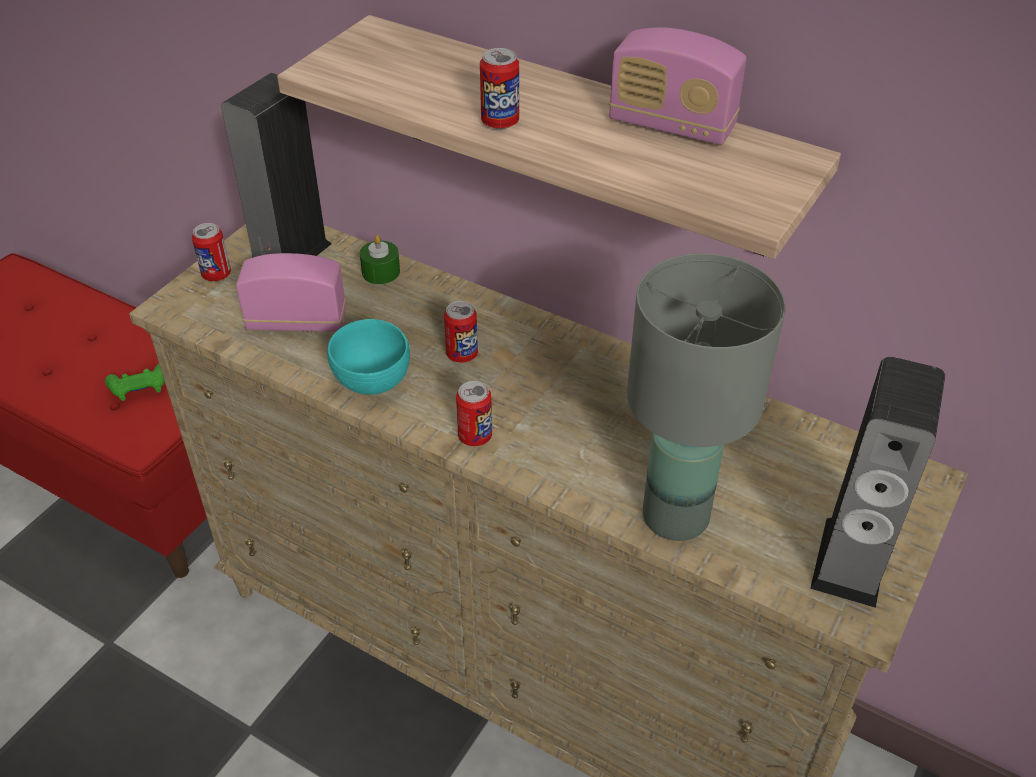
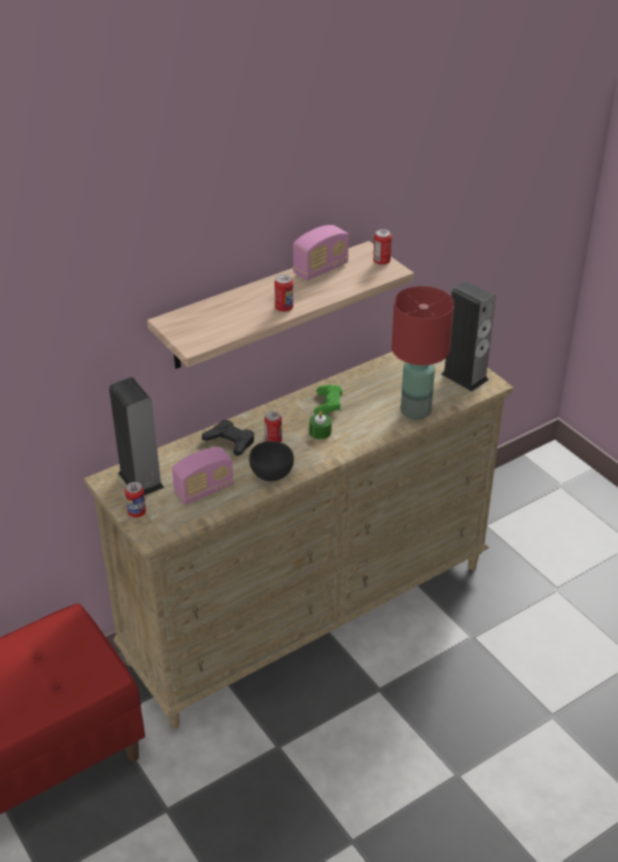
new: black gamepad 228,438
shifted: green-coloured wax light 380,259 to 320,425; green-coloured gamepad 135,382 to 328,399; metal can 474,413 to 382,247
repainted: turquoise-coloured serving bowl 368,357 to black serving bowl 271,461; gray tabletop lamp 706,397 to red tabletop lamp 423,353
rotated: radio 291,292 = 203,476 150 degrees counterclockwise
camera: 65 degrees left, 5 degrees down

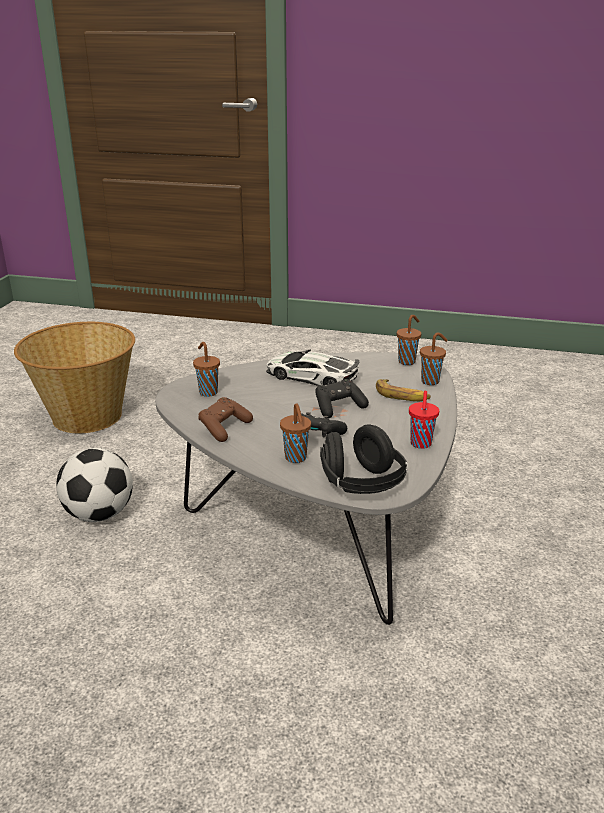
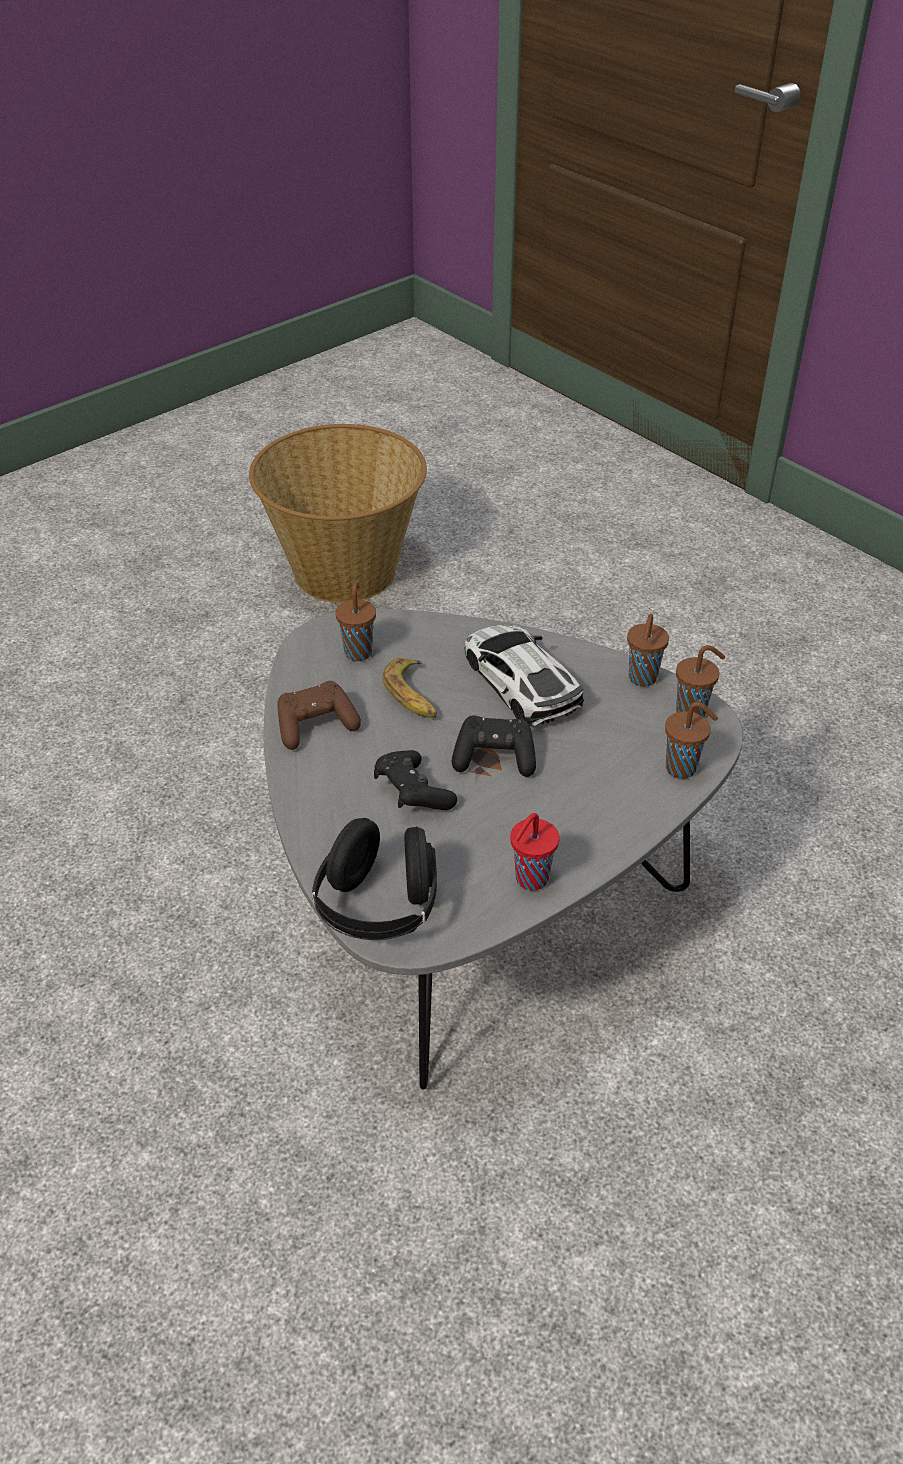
gone: football 95,485
shifted: banana 403,390 to 410,688; brown cup 295,433 to 648,650
camera: 35 degrees right, 15 degrees up

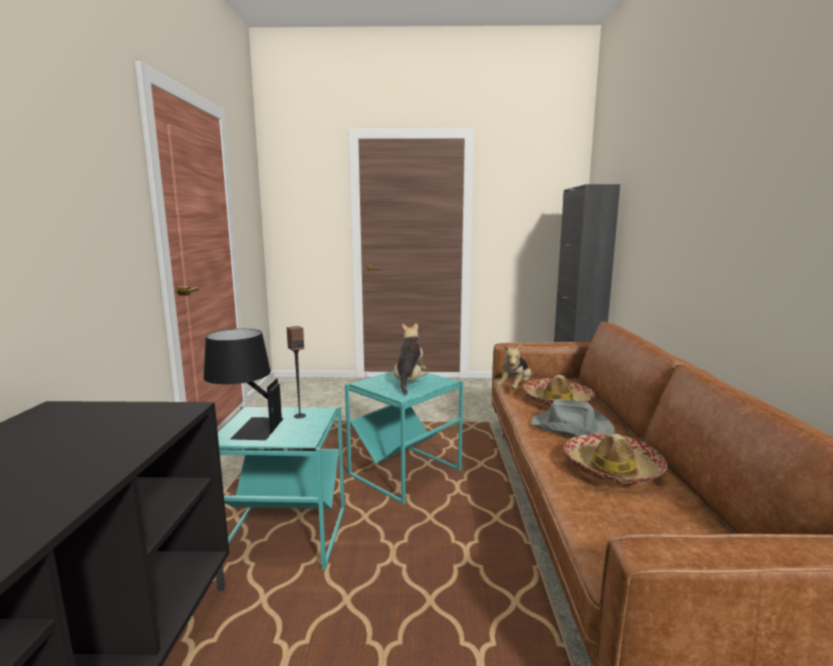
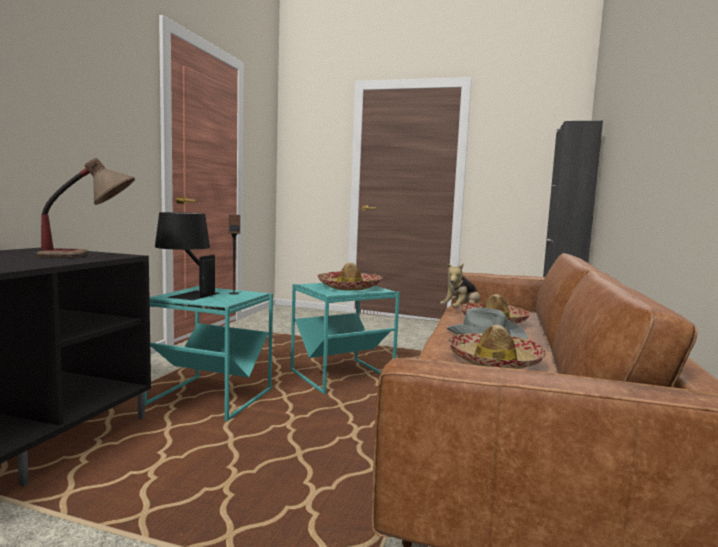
new: tabletop lamp 85,208
swapped: soft toy 410,359 to wearable hat 350,276
camera: 15 degrees right, 5 degrees down

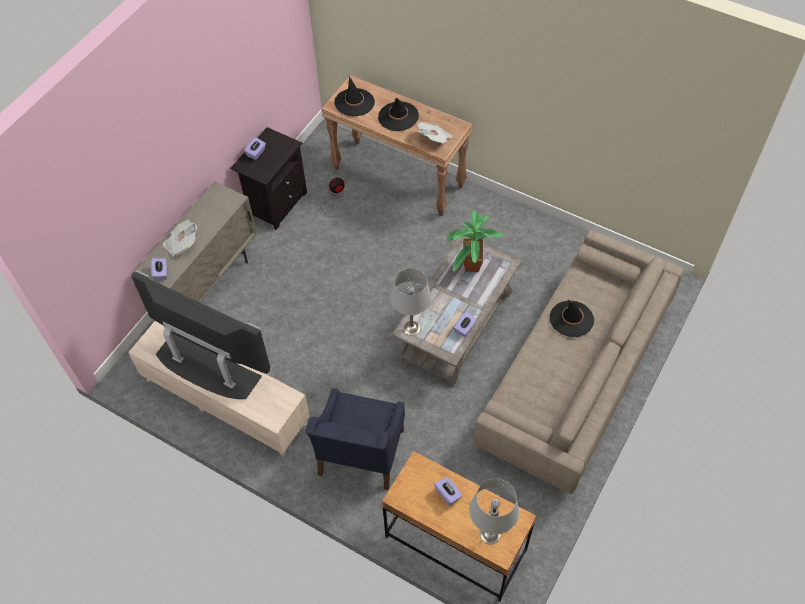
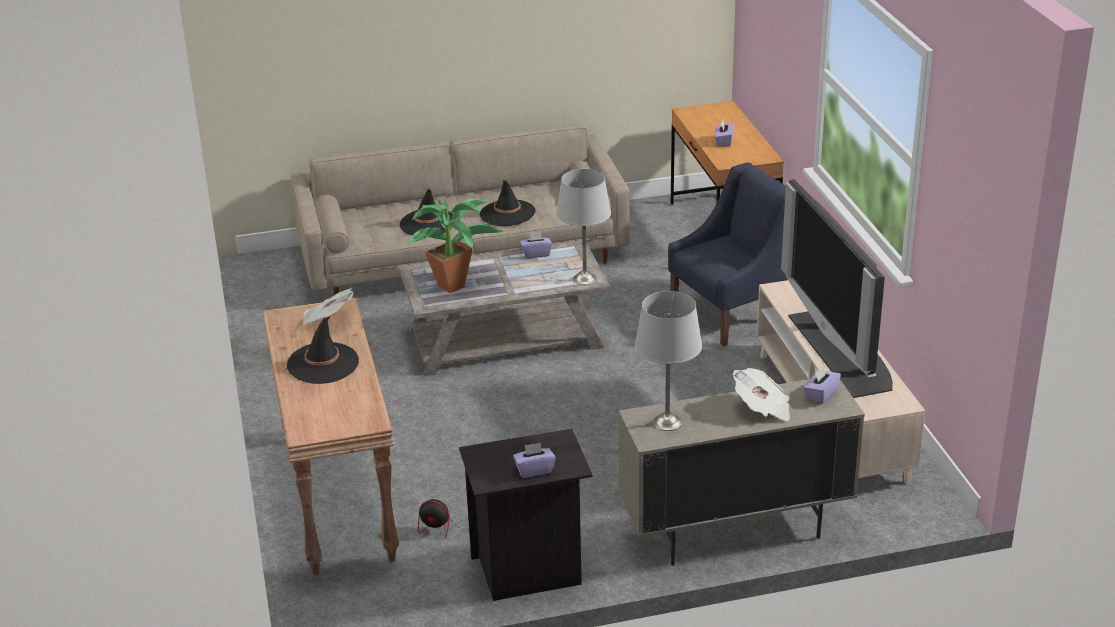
shifted: black wearable hat 354,95 to 507,203; gray tabletop lamp 494,511 to 668,361
camera: 135 degrees left, 25 degrees down

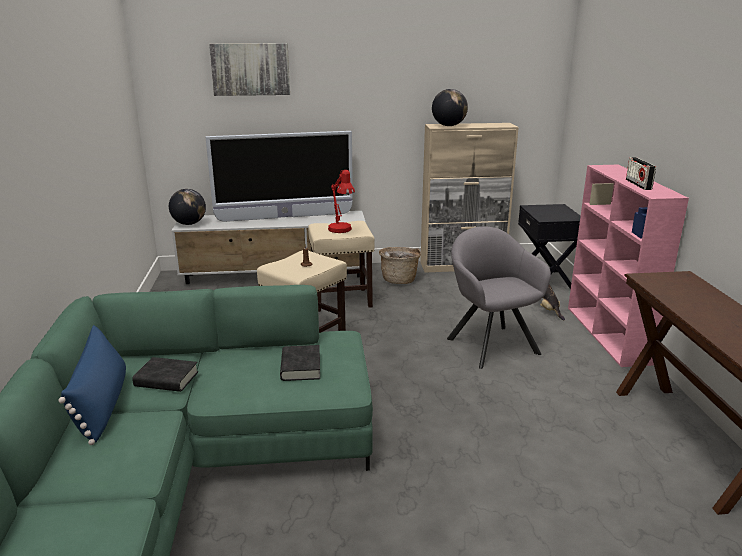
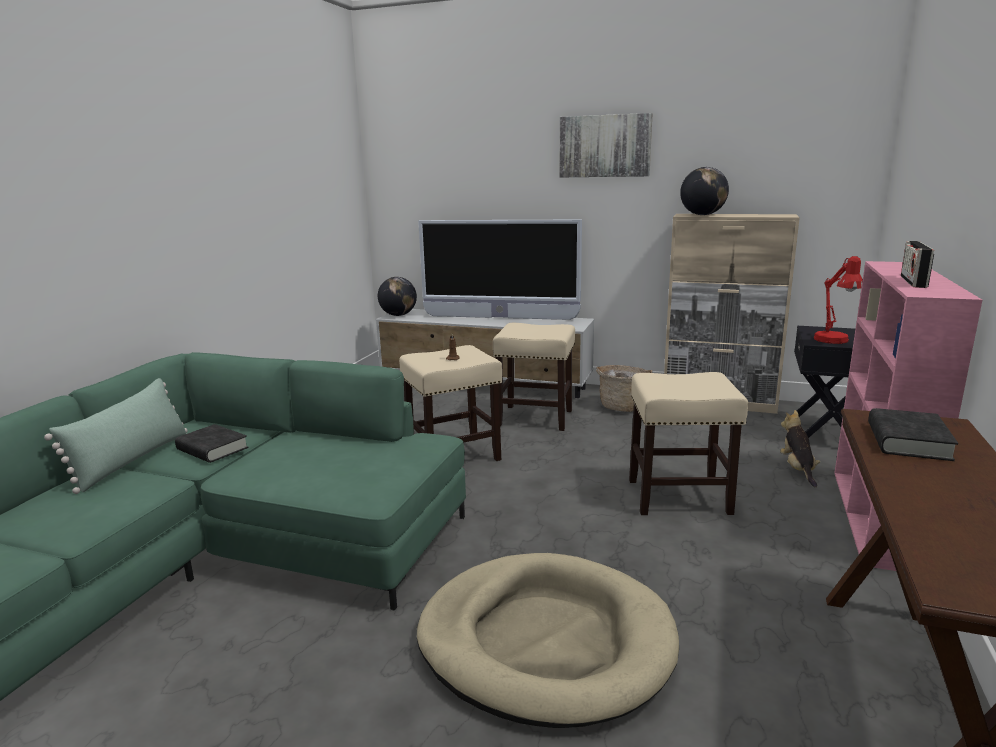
new: sand-coloured dog cushion 548,640
shifted: picture 249,69 to 605,145; red tabletop lamp 341,201 to 838,300; black book 300,363 to 913,434
swapped: gray lounge chair 499,297 to sand-coloured stool 688,443
repainted: blue cushion 92,385 to green-coloured cushion 116,436
camera: 25 degrees right, 5 degrees down

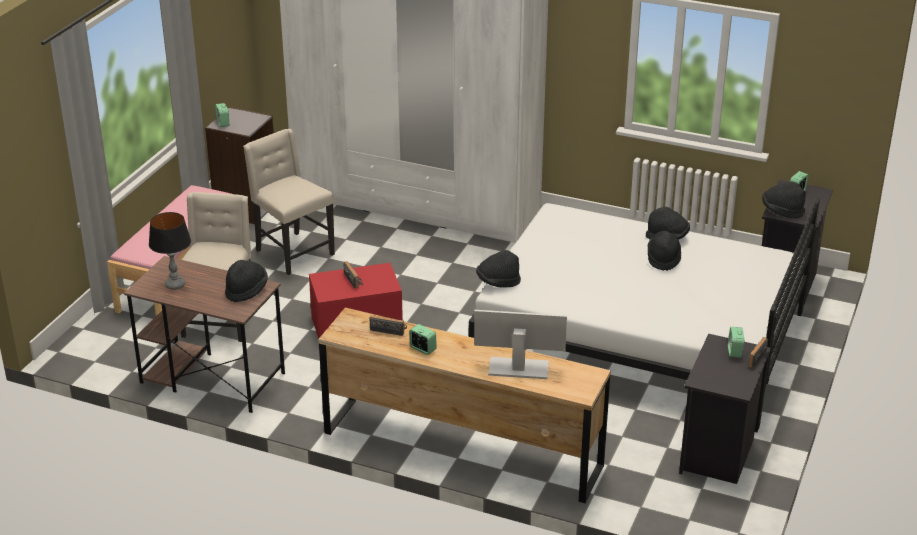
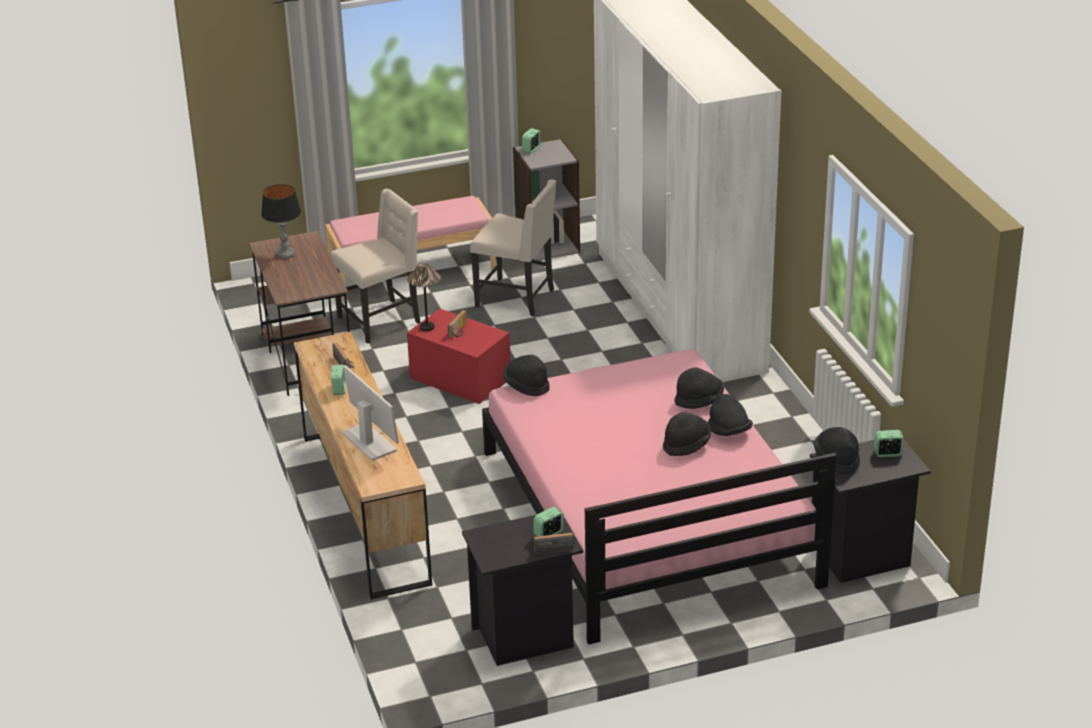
new: tabletop lamp 424,297
shifted: black wearable hat 246,281 to 699,388
repainted: whitish bed 644,314 to pink bed 659,497
rotated: sand-coloured plain chair 289,202 = 513,248 105 degrees clockwise
camera: 50 degrees right, 0 degrees up

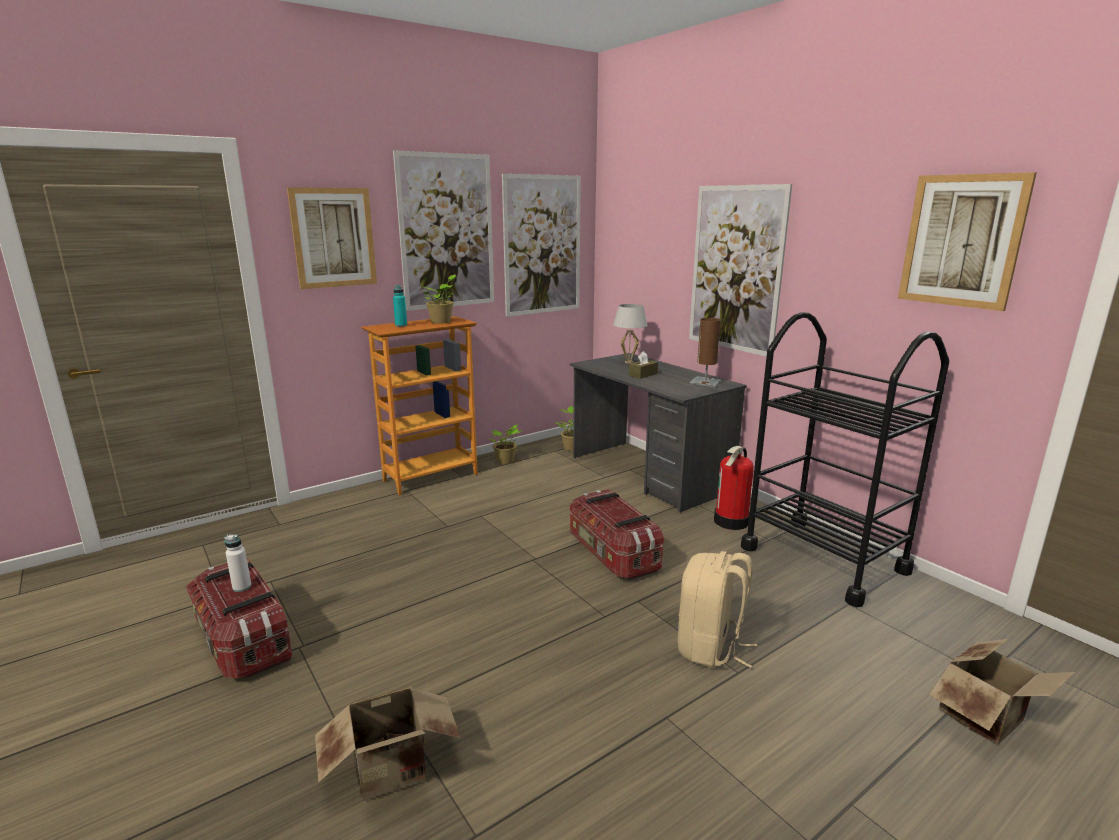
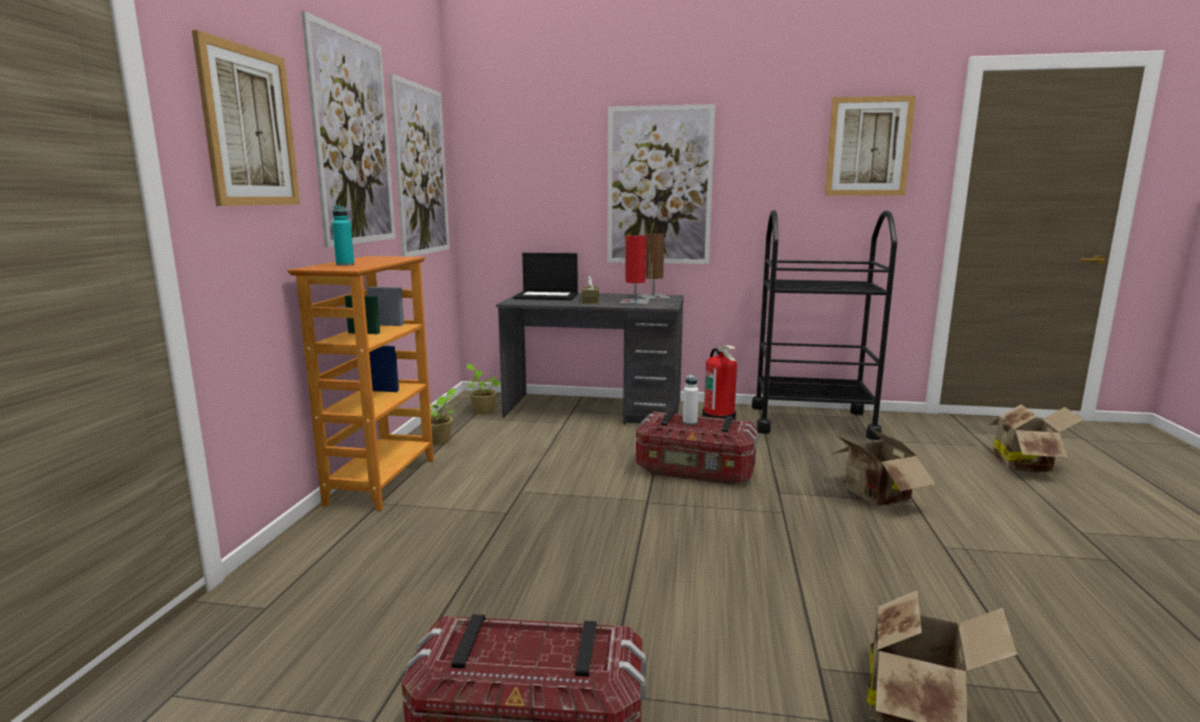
gone: houseplant 438,299
new: red tabletop lamp 635,270
shifted: whitish bottle 238,563 to 691,399
swapped: whitish tabletop lamp 630,334 to notebook computer 545,276; sand-coloured backpack 717,609 to packing box 884,467
camera: 45 degrees left, 5 degrees down

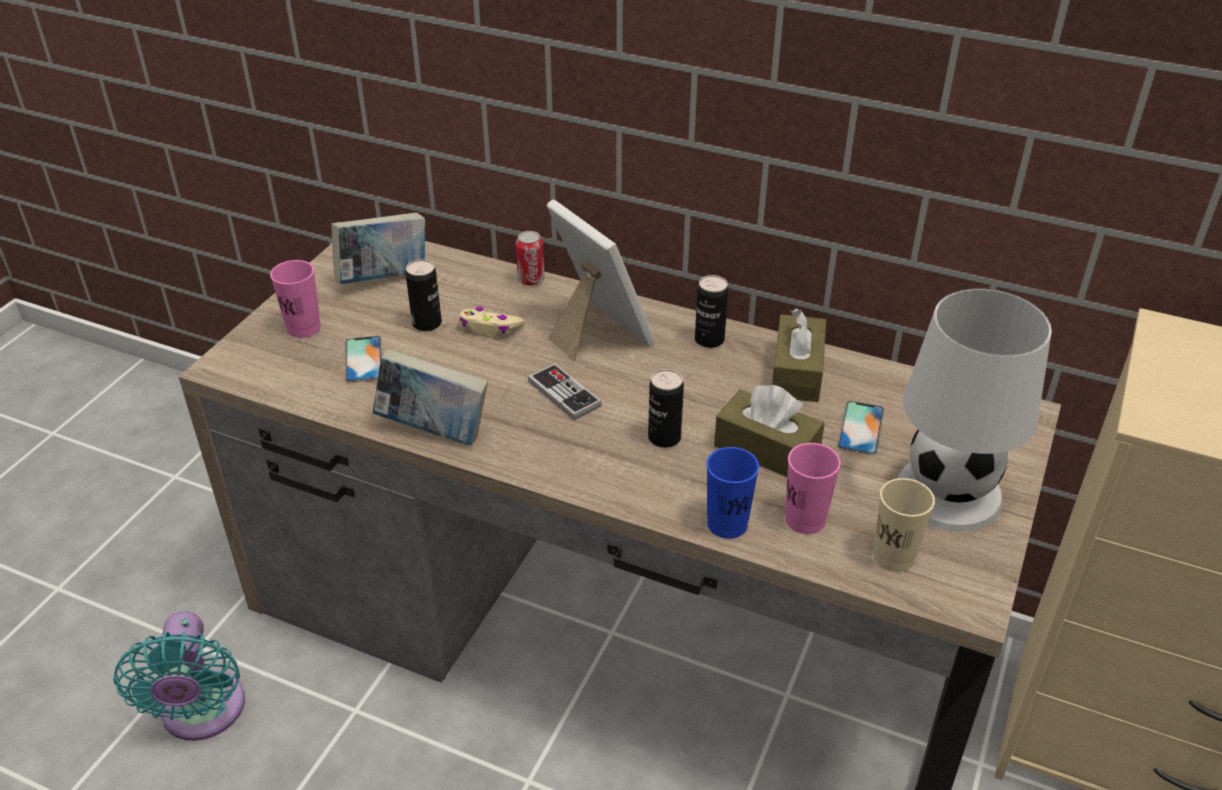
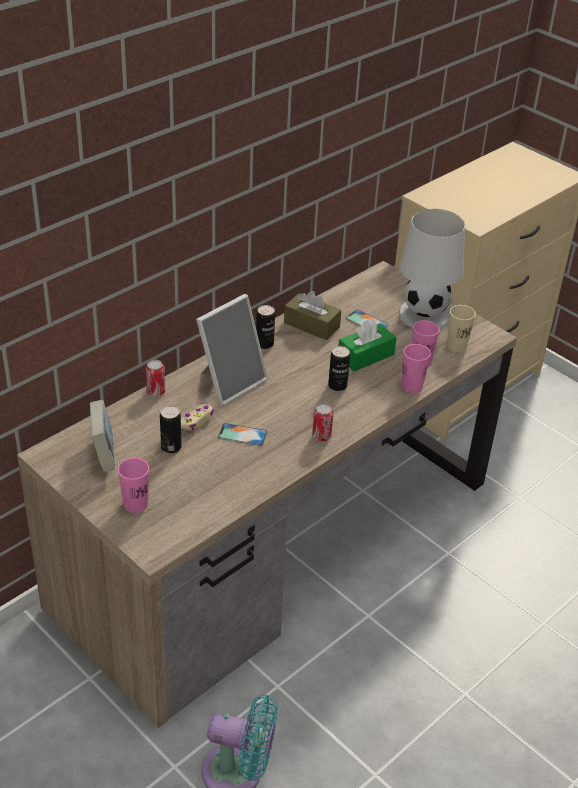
gone: book 430,397; gamepad 565,391
new: metal can 322,422
shifted: handset 363,359 to 242,434
repainted: brown tissue box 769,431 to green-coloured tissue box 368,345; blue cup 733,493 to pink cup 416,368
rotated: picture frame 601,280 = 232,350 150 degrees clockwise
camera: 70 degrees left, 0 degrees up

